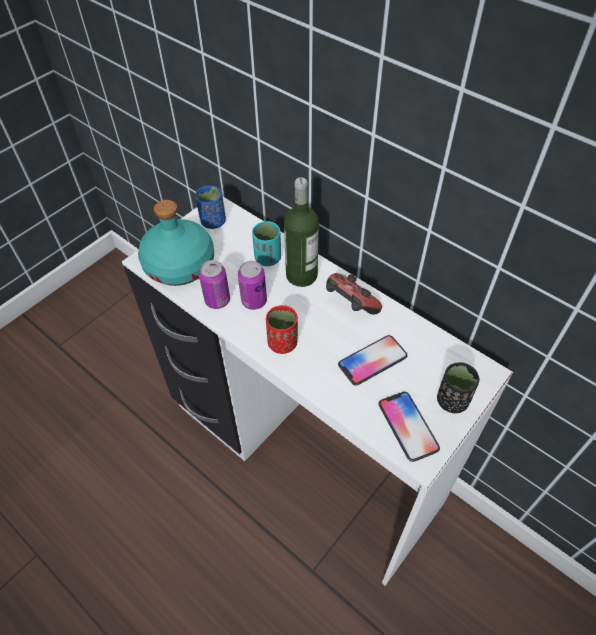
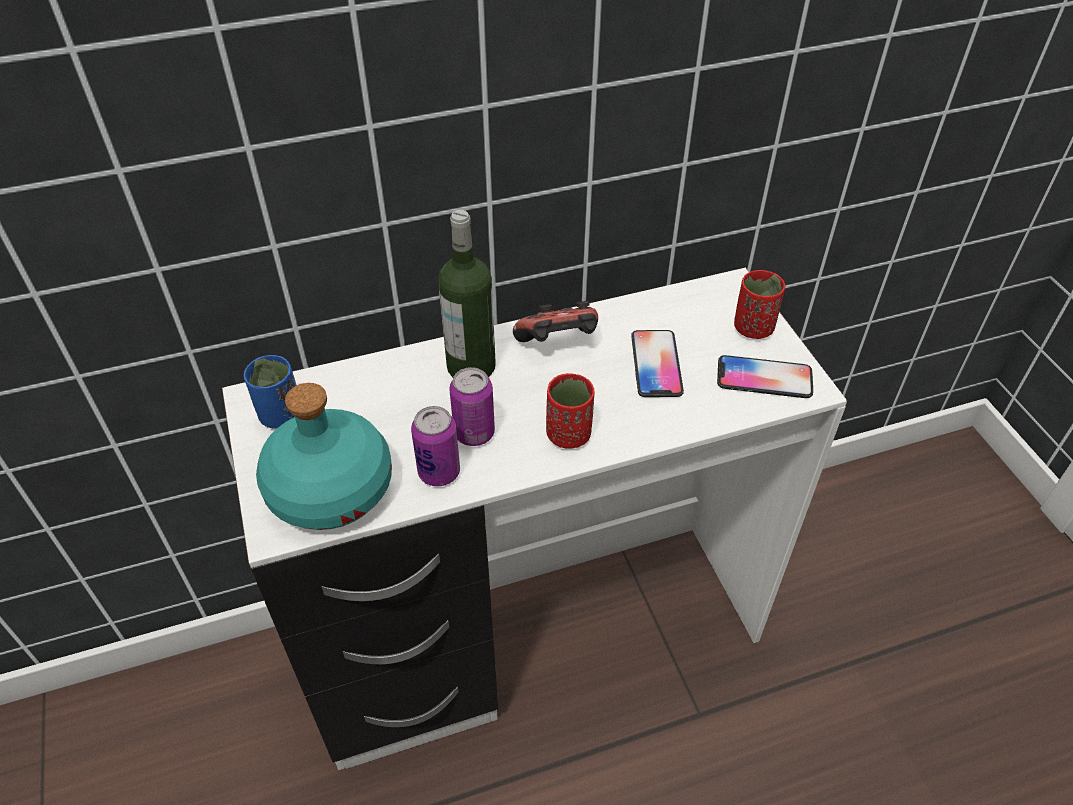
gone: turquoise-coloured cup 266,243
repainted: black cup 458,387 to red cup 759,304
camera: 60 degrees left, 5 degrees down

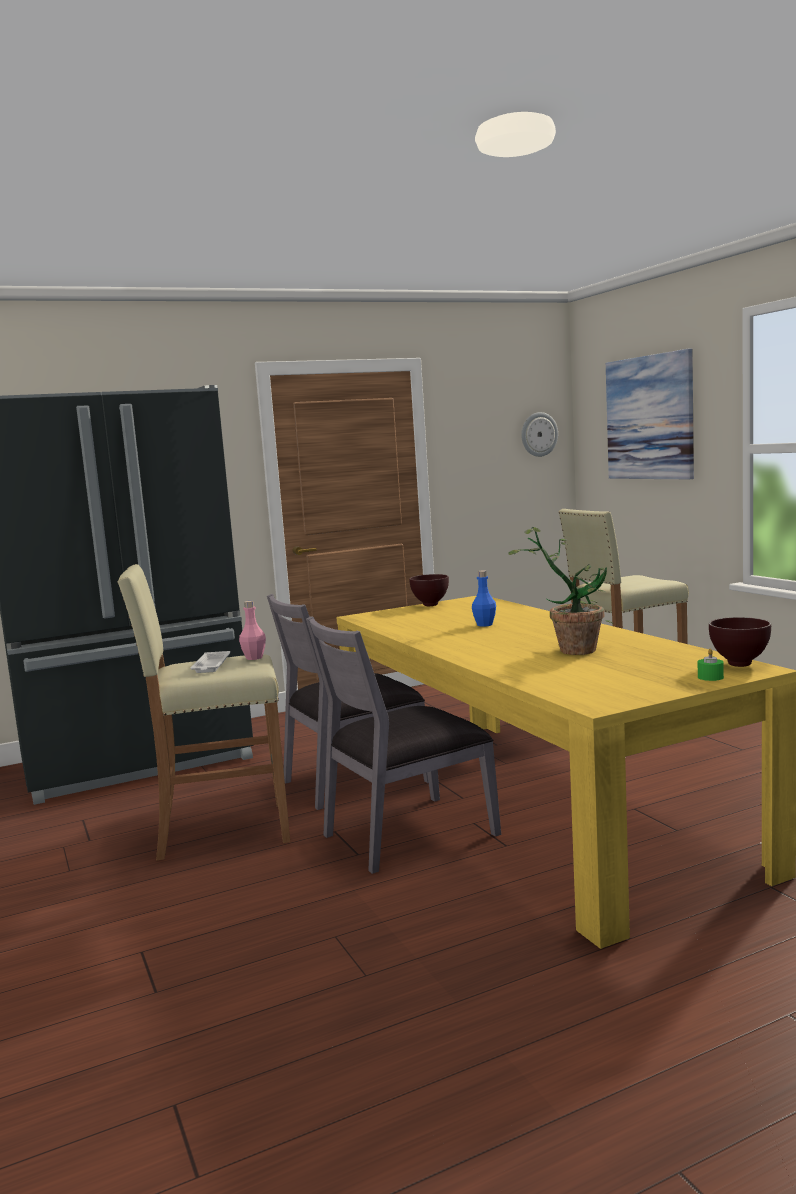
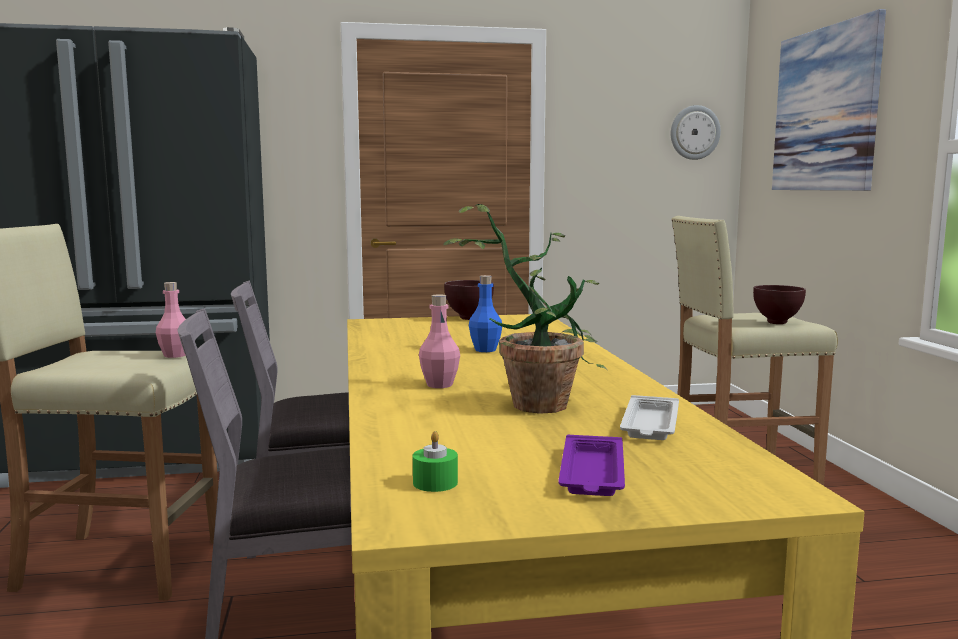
new: pink bottle 439,341; purple-coloured carrying tray 591,465
shifted: green-coloured wax light 711,665 to 435,461; whitish carrying tray 210,662 to 649,417; brown serving bowl 740,642 to 779,304
camera: 15 degrees right, 0 degrees up

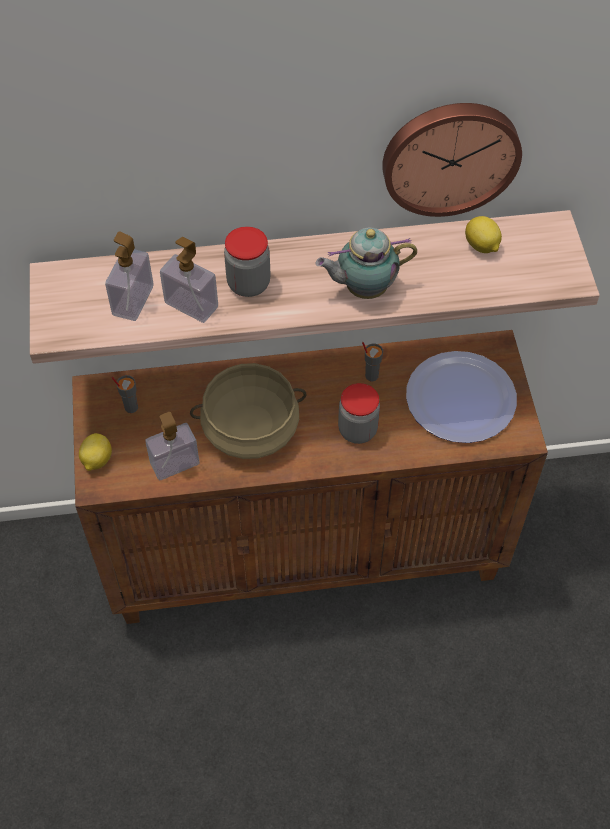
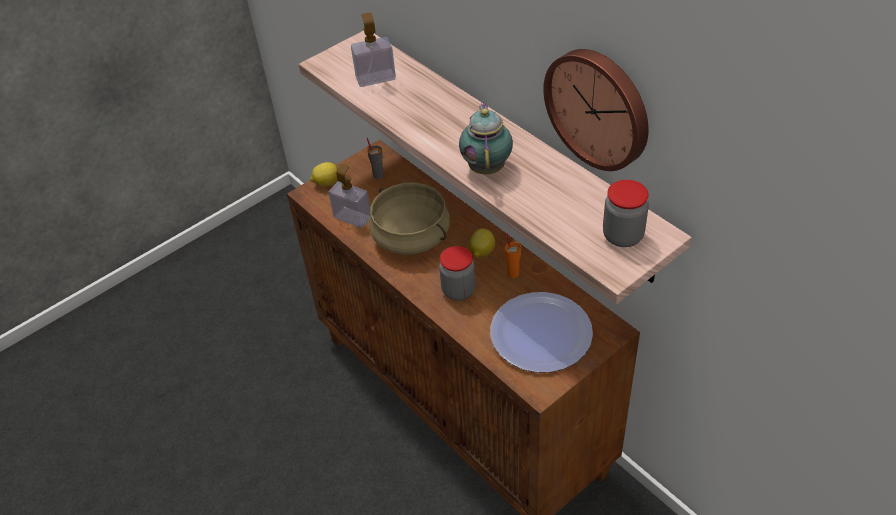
gone: soap bottle 189,280
shifted: lemon 483,234 to 482,242; jar 247,261 to 626,213
repainted: gray cup 372,361 to orange-coloured cup 513,255
rotated: teapot 366,263 = 486,138 45 degrees clockwise
camera: 60 degrees right, 10 degrees down

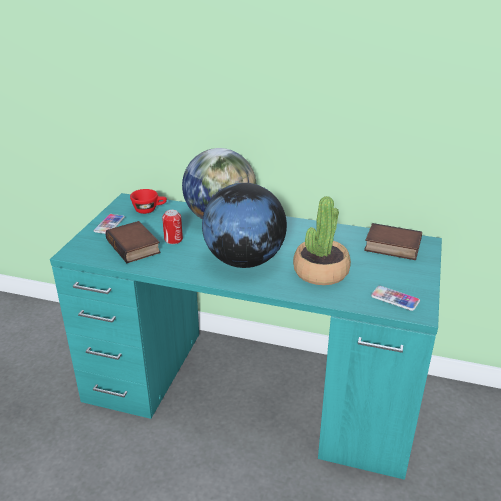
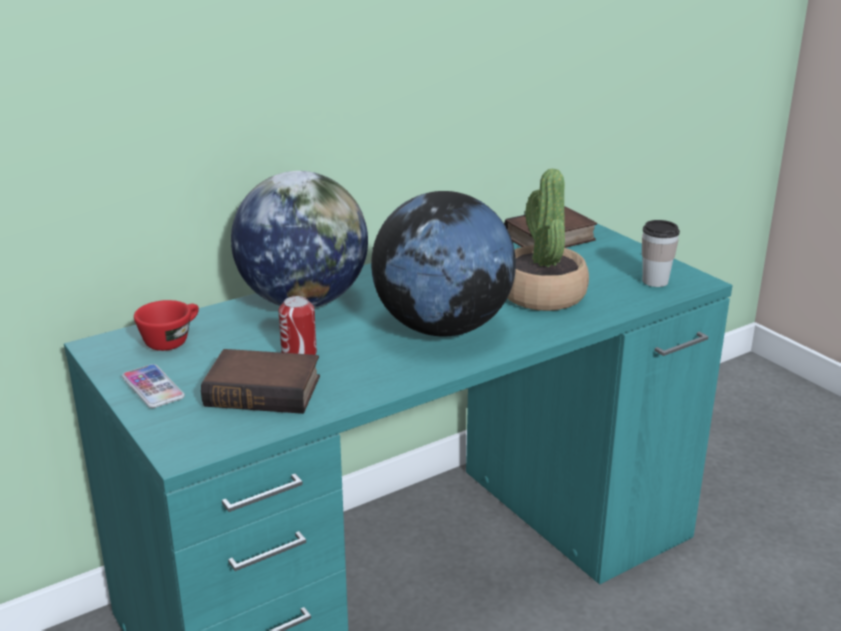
swapped: handset 395,298 to cup 661,253
camera: 50 degrees left, 5 degrees down

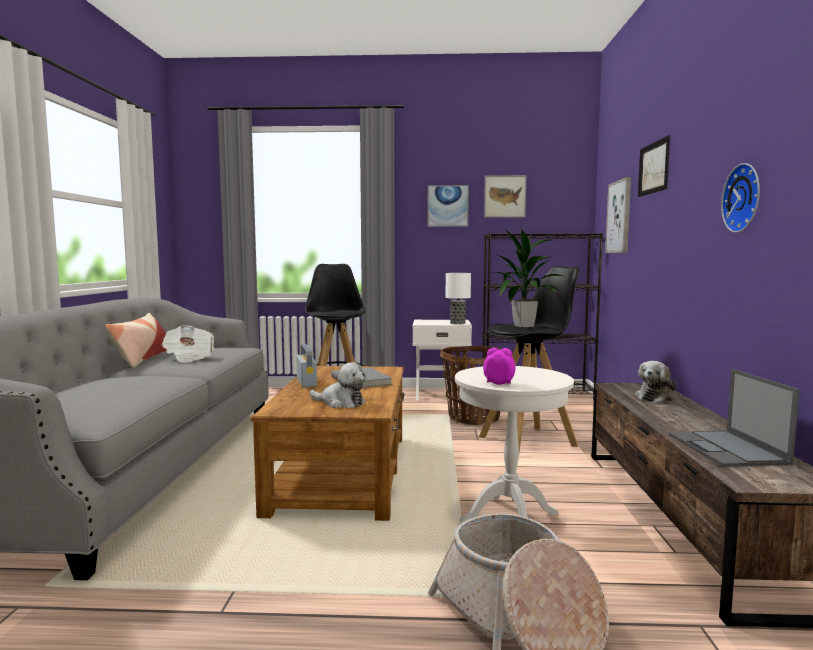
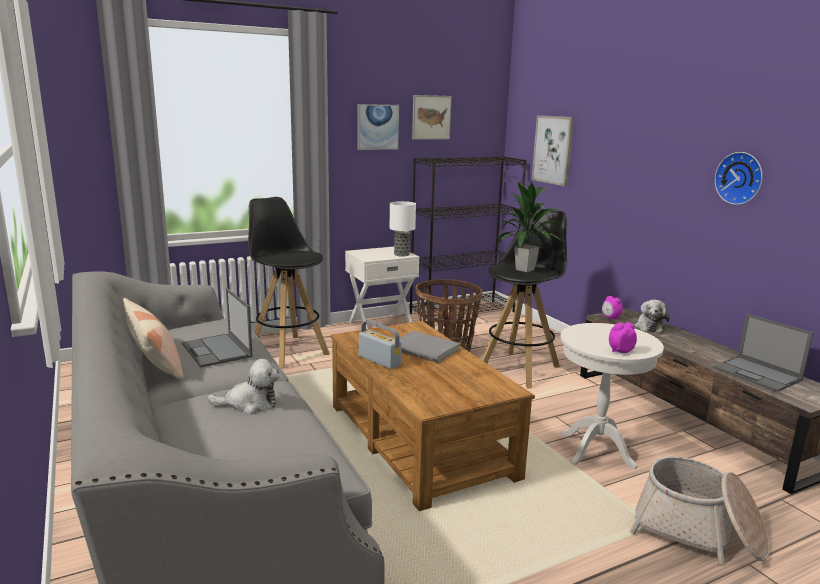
gone: picture 654,166
new: alarm clock 612,308
shifted: soft toy 338,385 to 244,386
swapped: newspaper 188,344 to notebook computer 217,328
camera: 30 degrees left, 10 degrees up

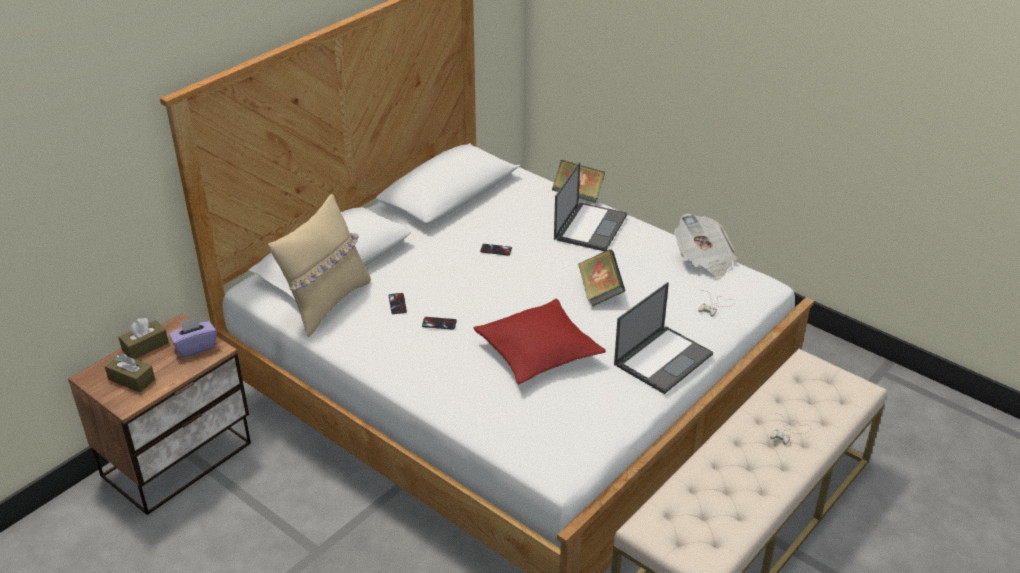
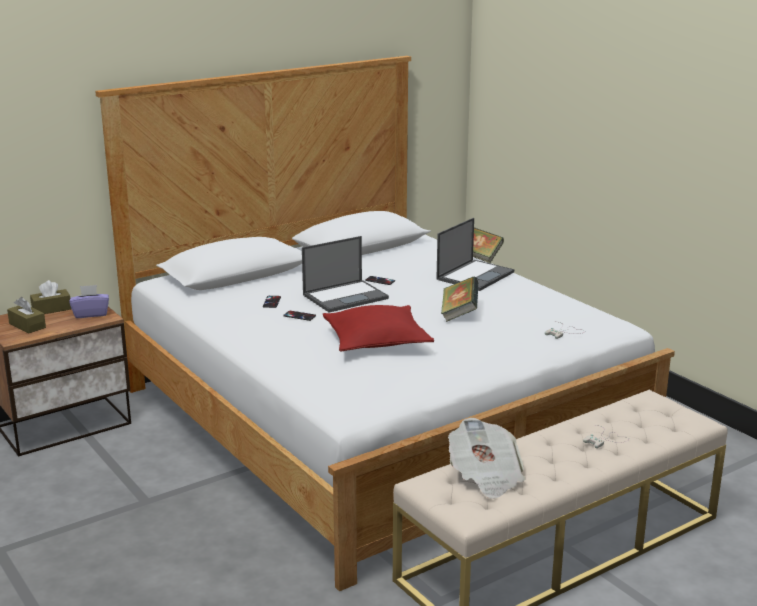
gone: sand-coloured cushion 319,265
shifted: notebook computer 663,338 to 345,274; newspaper 705,246 to 486,458
camera: 15 degrees right, 15 degrees down

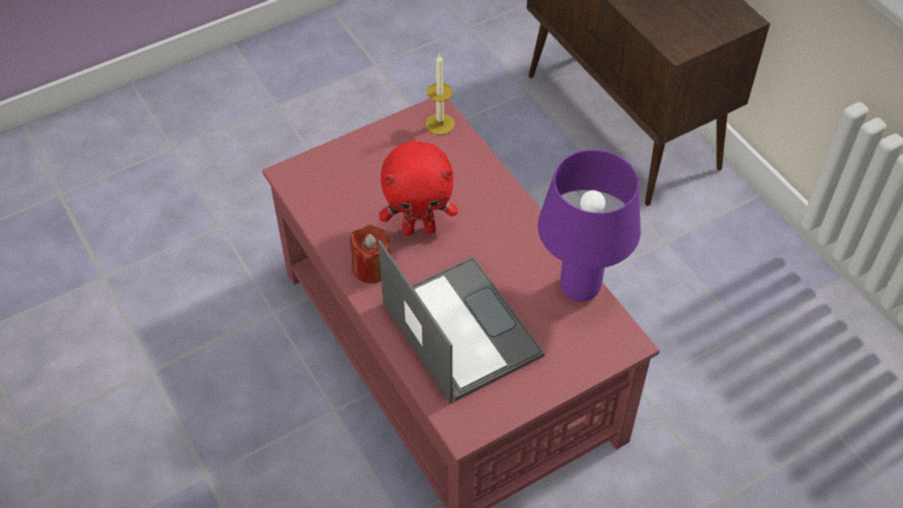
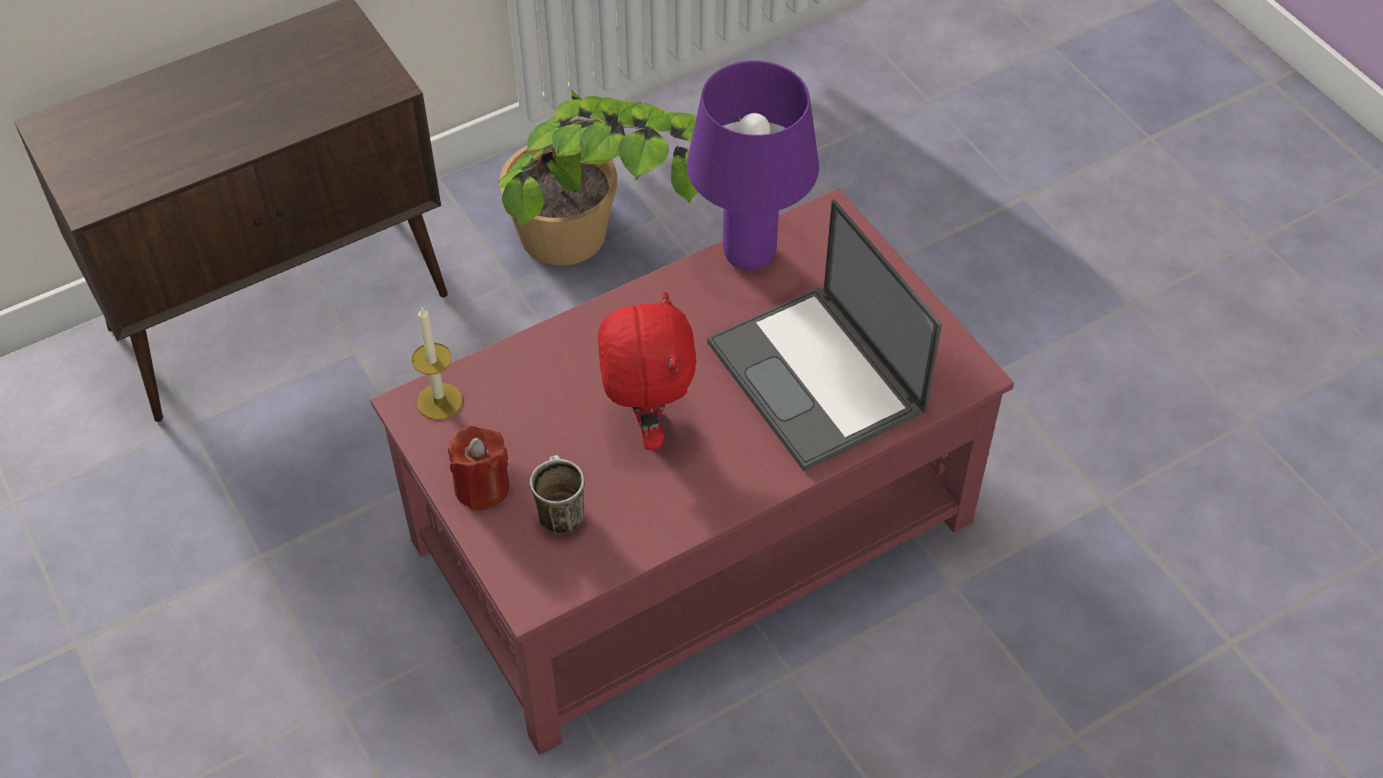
new: houseplant 598,178; mug 557,494
shifted: red wax light 371,254 to 478,468
rotated: notebook computer 461,322 = 824,335 90 degrees counterclockwise
camera: 90 degrees left, 0 degrees up

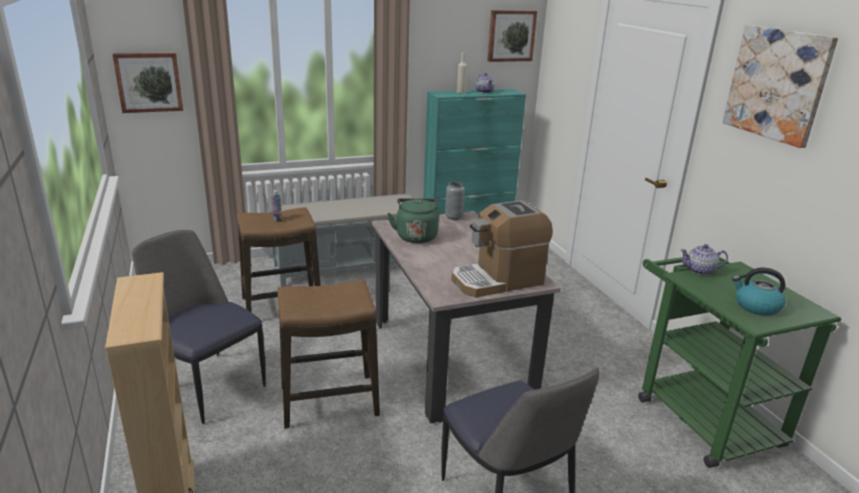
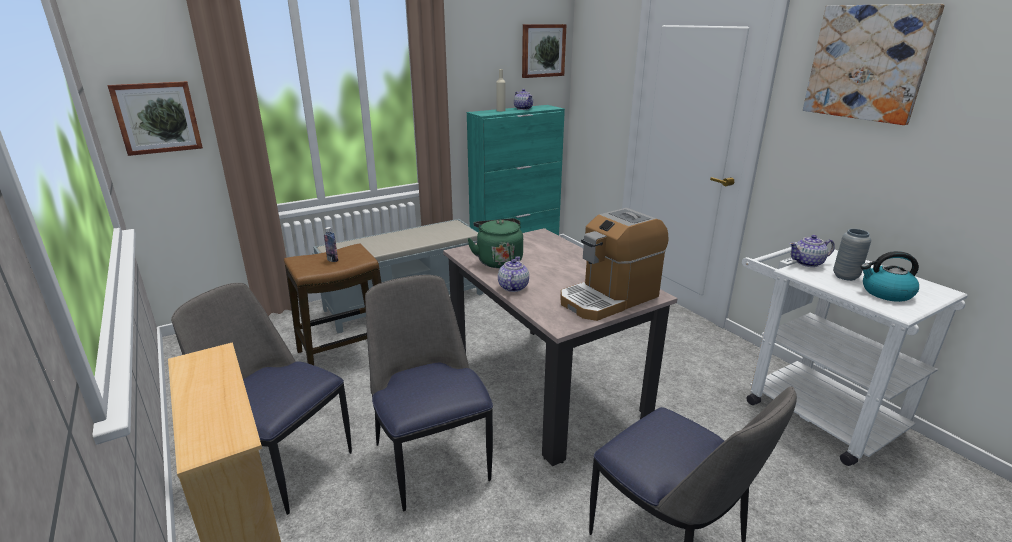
new: teapot 513,274
shifted: gray vase 455,201 to 852,255
swapped: stool 328,354 to plain chair 429,393
repainted: green-coloured wheeled cart 739,362 to whitish wheeled cart 855,354
camera: 10 degrees left, 0 degrees up

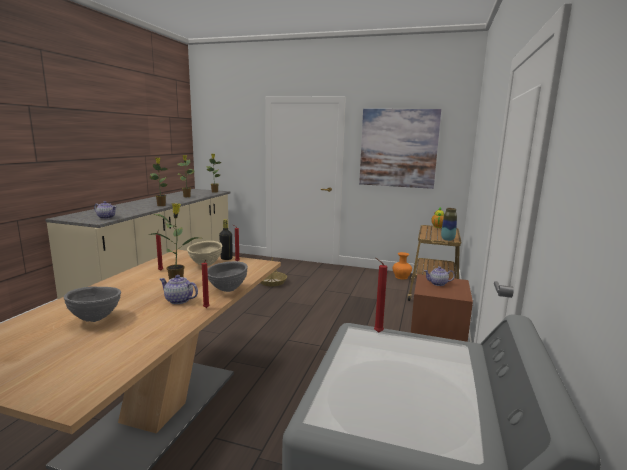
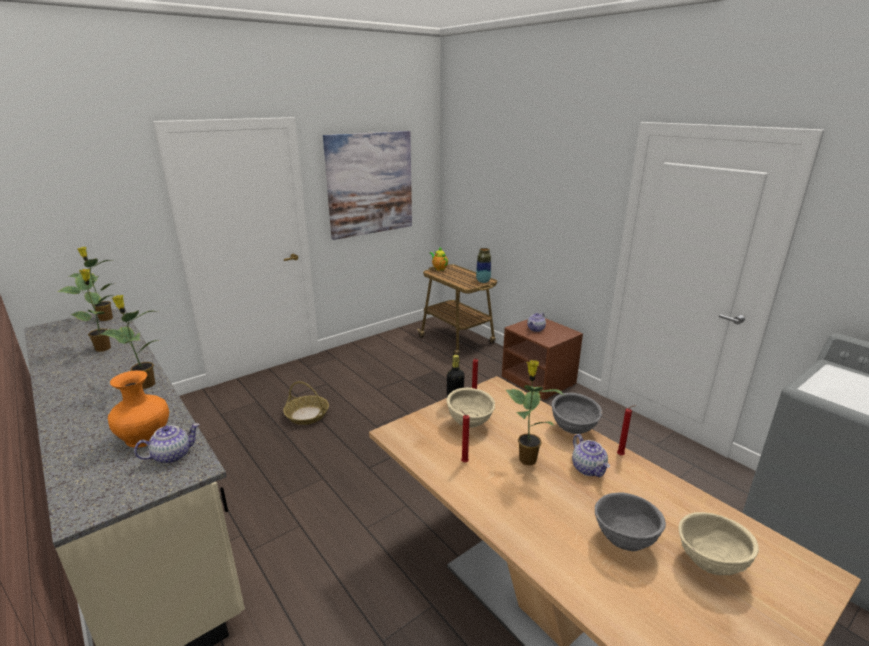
gone: red wax light 380,295
new: sand-coloured serving bowl 718,543
shifted: orange-coloured vase 402,265 to 138,409
rotated: teapot 179,289 = 591,455 75 degrees counterclockwise
camera: 55 degrees left, 10 degrees up

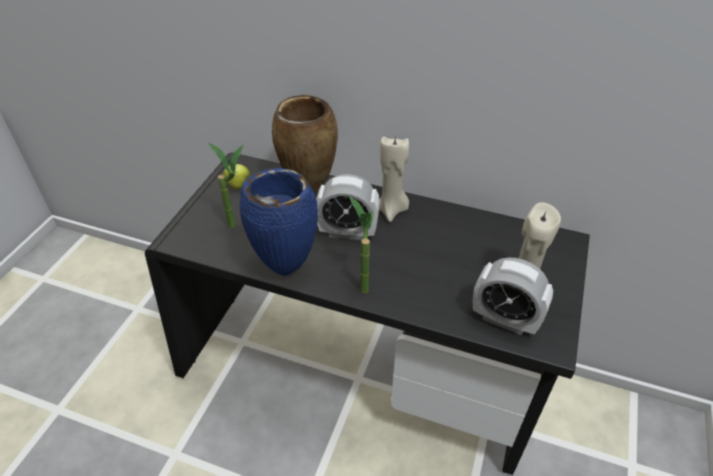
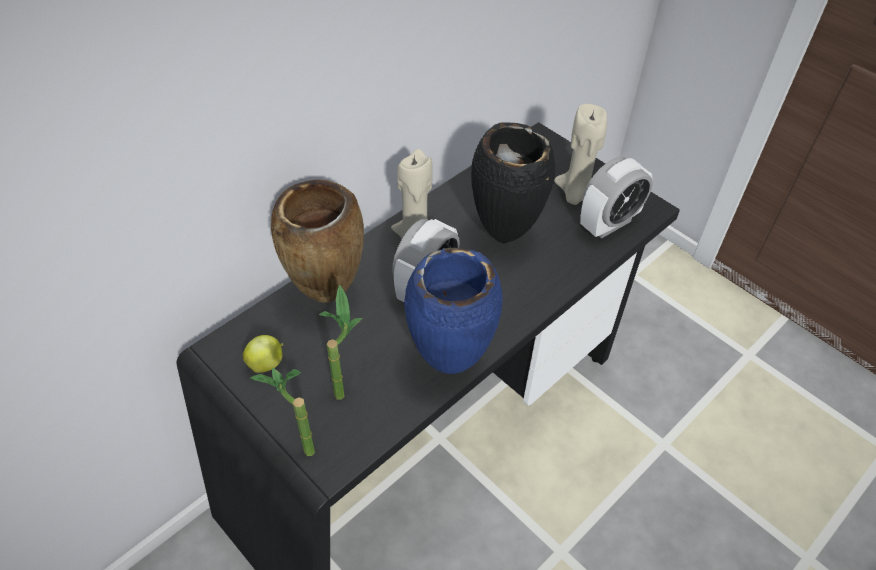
new: black vase 513,182
shifted: houseplant 361,244 to 282,412
camera: 65 degrees left, 5 degrees up

